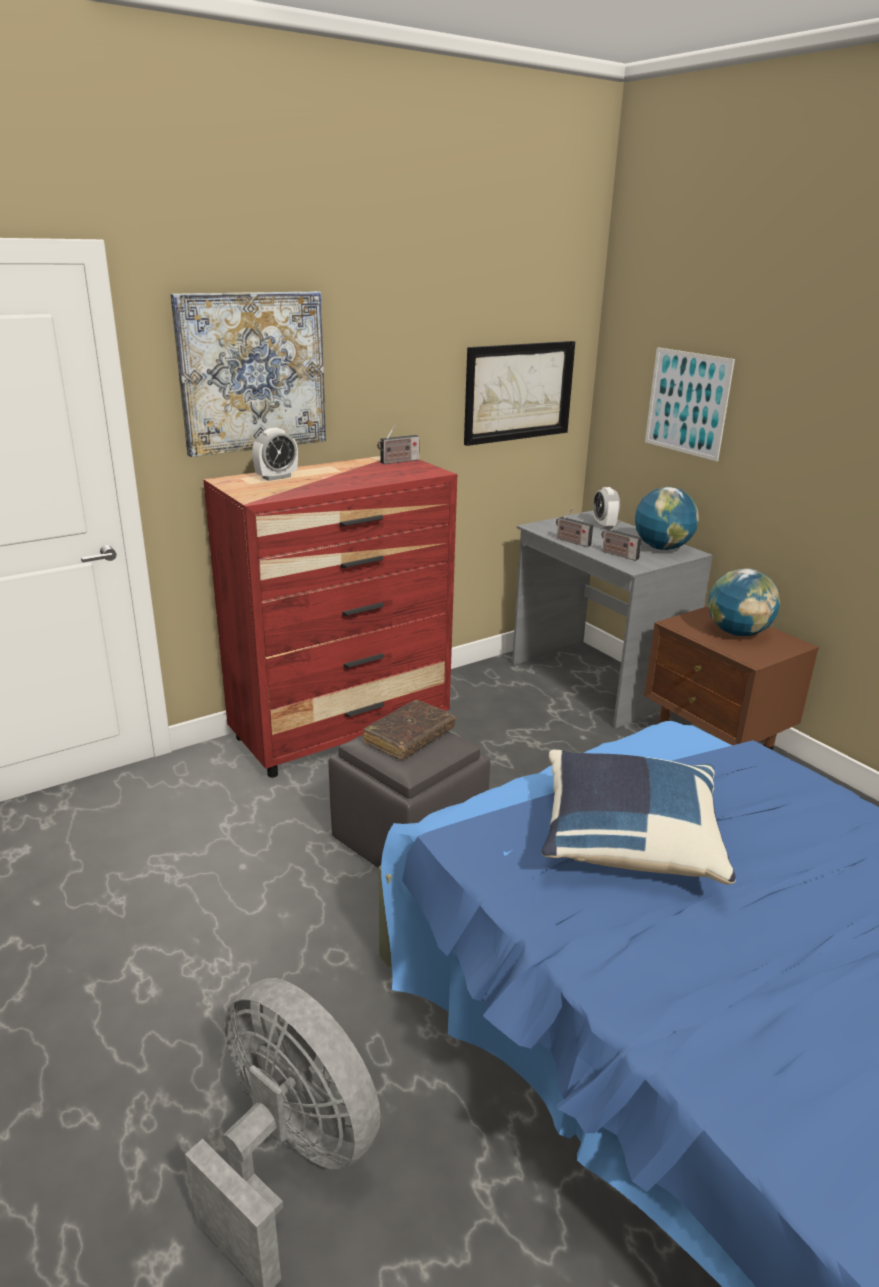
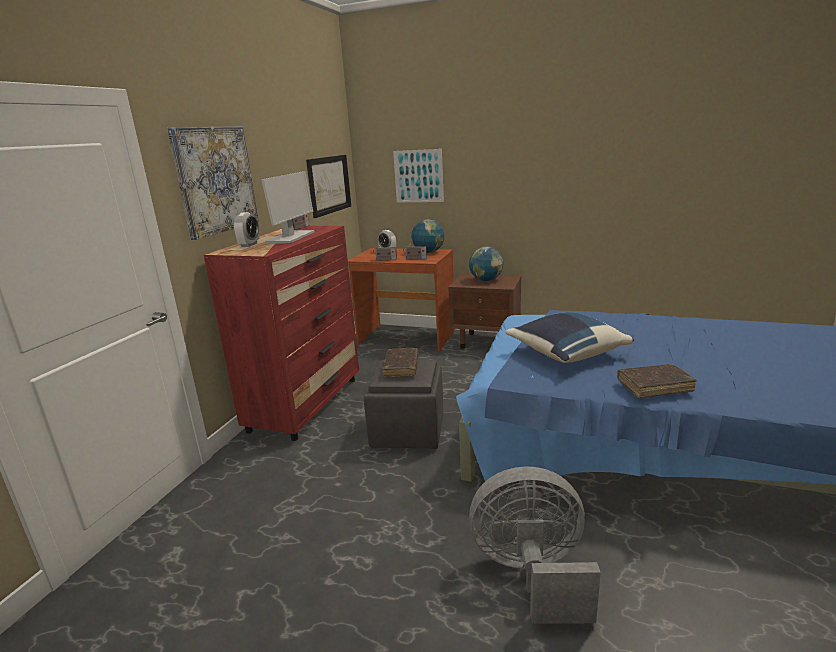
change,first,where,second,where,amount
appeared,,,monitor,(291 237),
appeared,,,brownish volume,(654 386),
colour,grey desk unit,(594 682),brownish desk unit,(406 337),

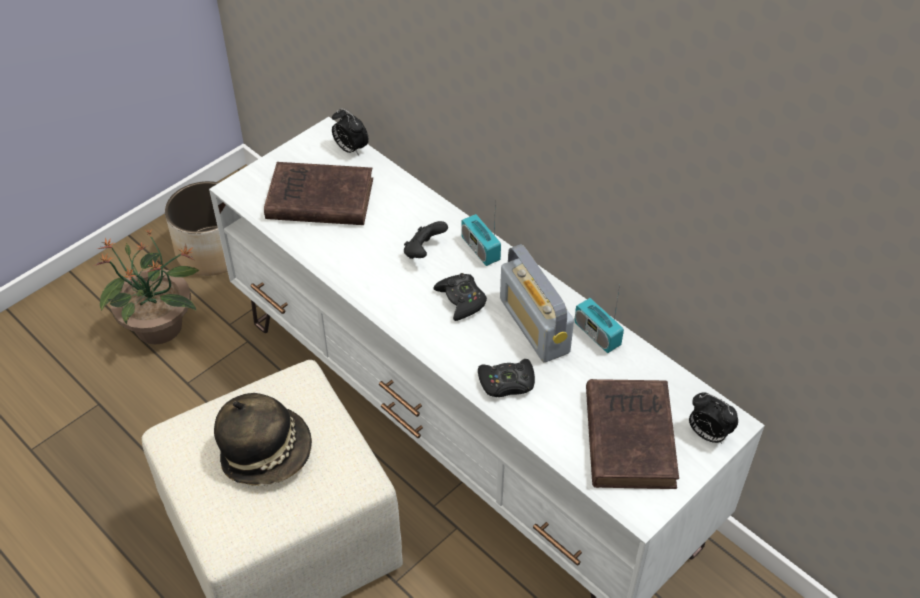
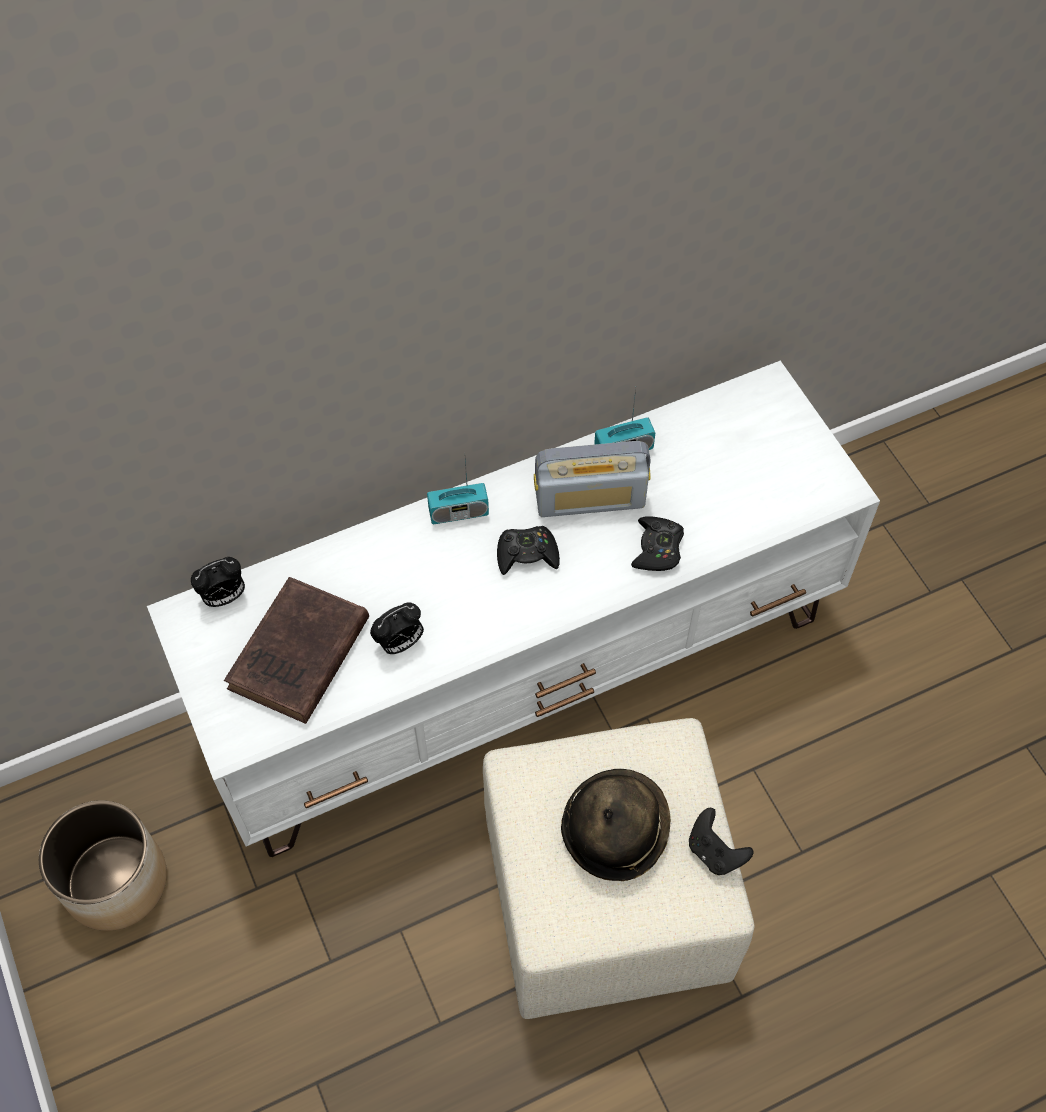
change,first,where,second,where,amount
missing,potted plant,(160 327),,,
missing,brownish volume,(629 435),,,
relocated,black-coloured gamepad,(424 251),,(714 851),
relocated,bedside clock,(707 434),,(400 643),

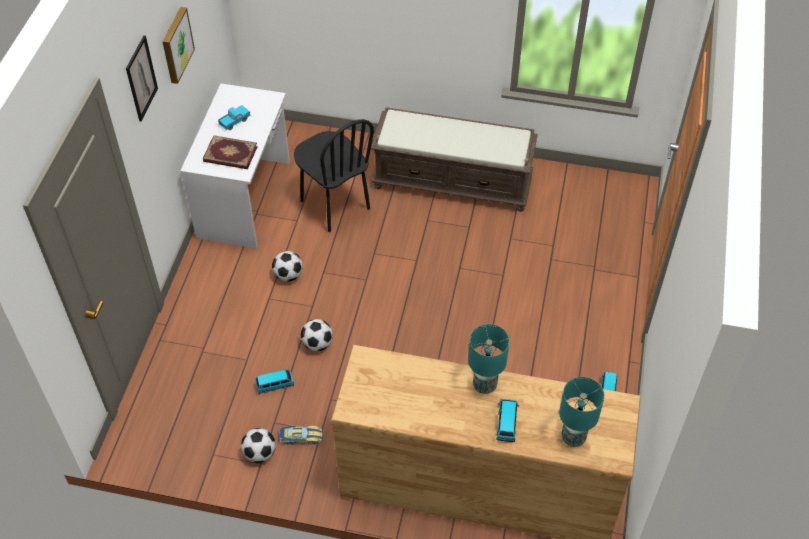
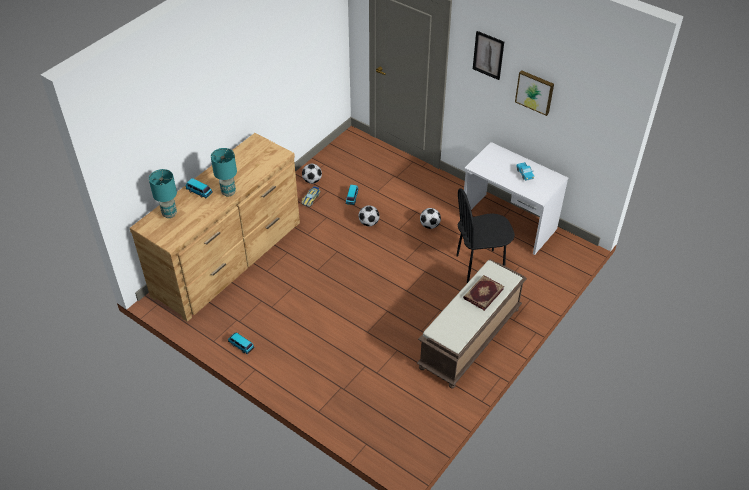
change,first,where,second,where,amount
relocated,volume,(230 155),,(483 293),

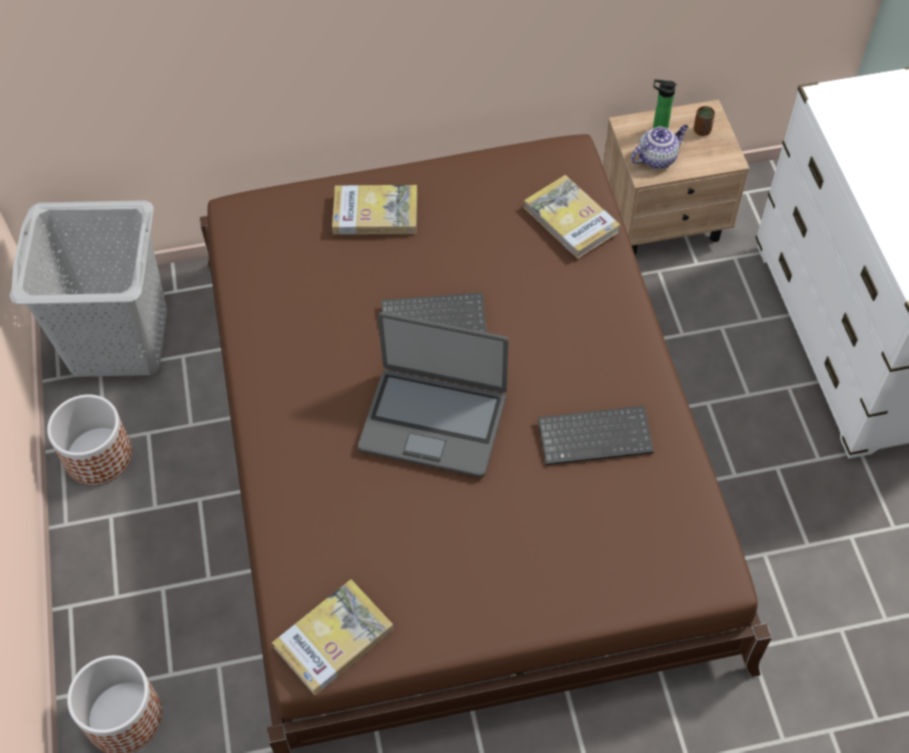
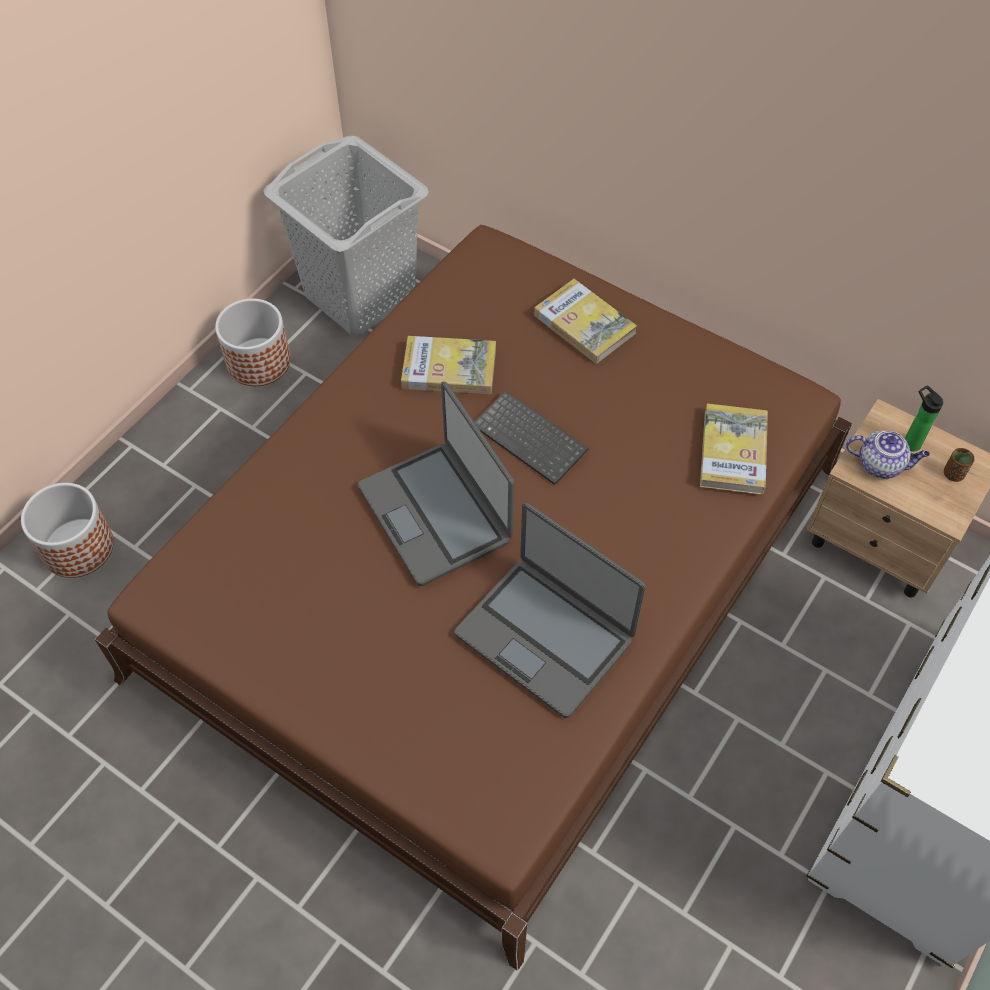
change,first,where,second,where,amount
relocated,volume,(334 638),,(449 368),
exchanged,computer keyboard,(596 435),portable computer,(545 636),

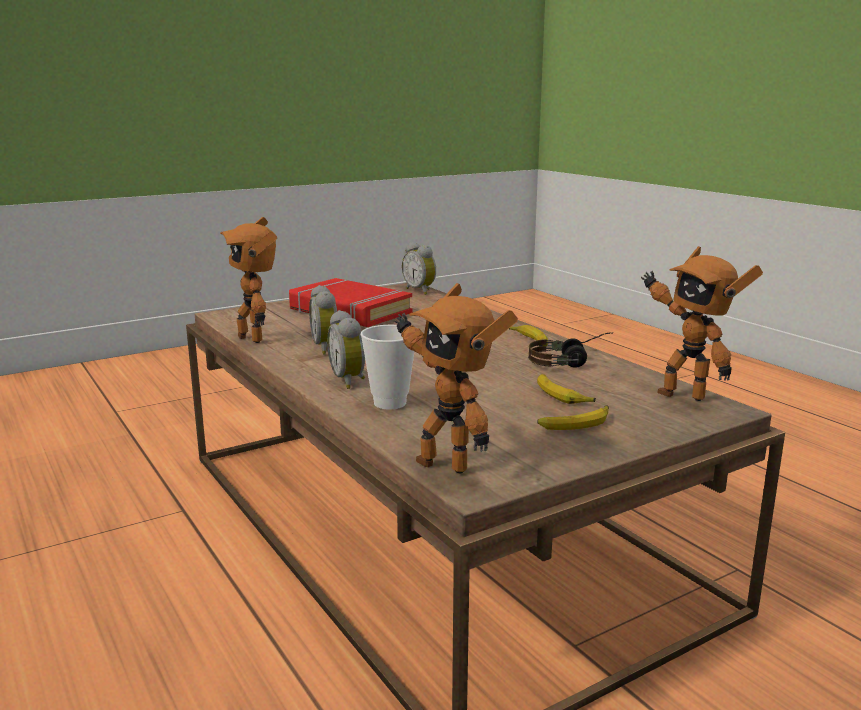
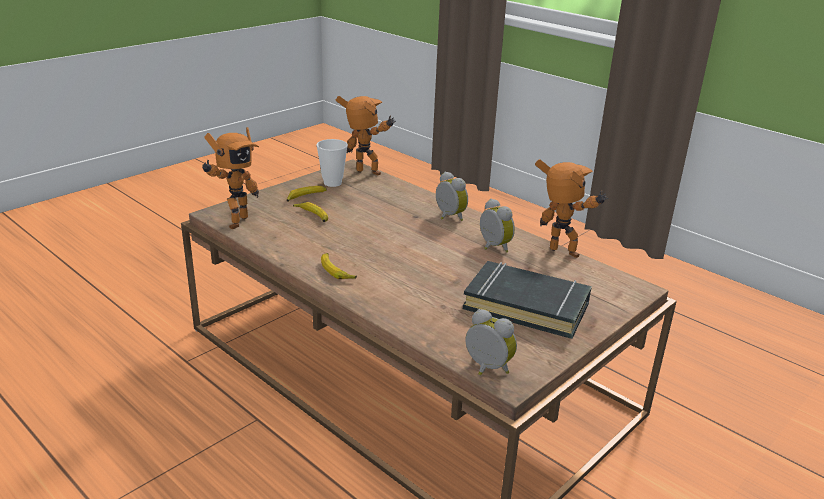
change,first,where,second,where,amount
missing,pair of headphones,(571 362),,,
relocated,small cup,(390 403),,(332 183),
colour,red-coloured volume,(349 311),black-coloured volume,(526 306),
spun,model robot,(682 394),,(234 222),90 degrees clockwise

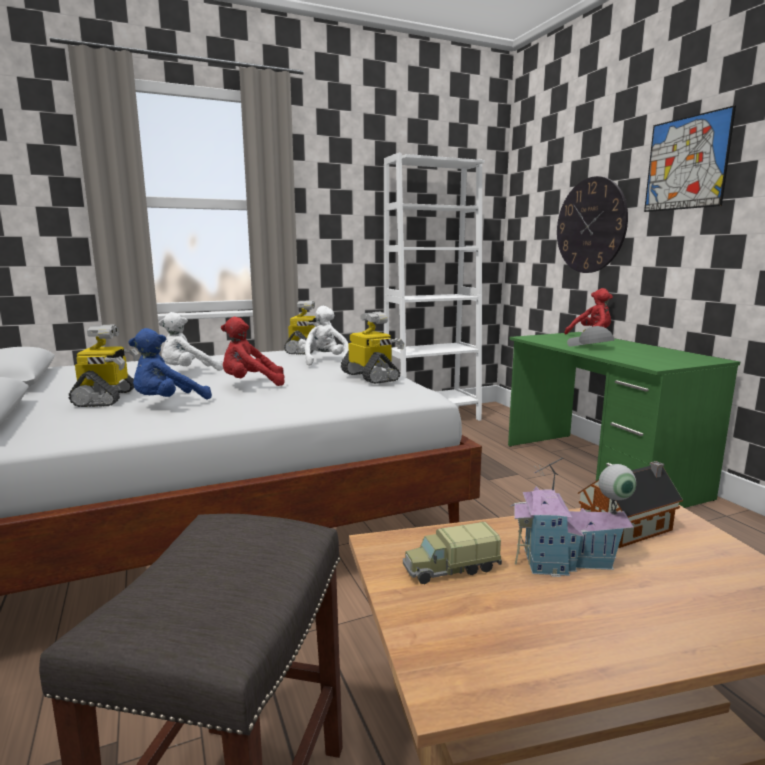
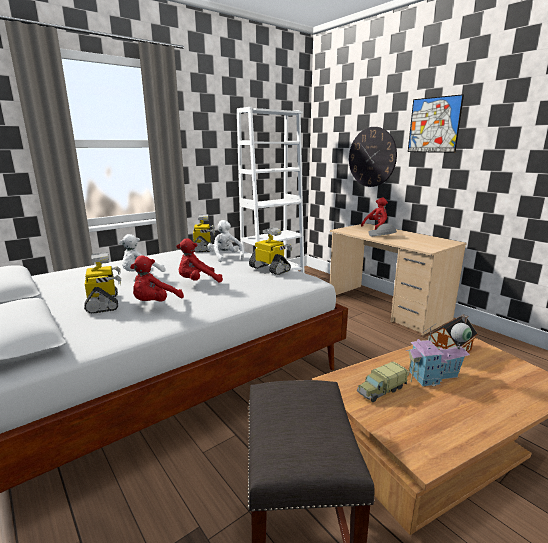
change,first,where,second,where,amount
colour,bluish cuddly toy,(168 403),red-coloured cuddly toy,(155 303),
colour,green-coloured desk unit,(599 470),sand-coloured desk unit,(386 307),

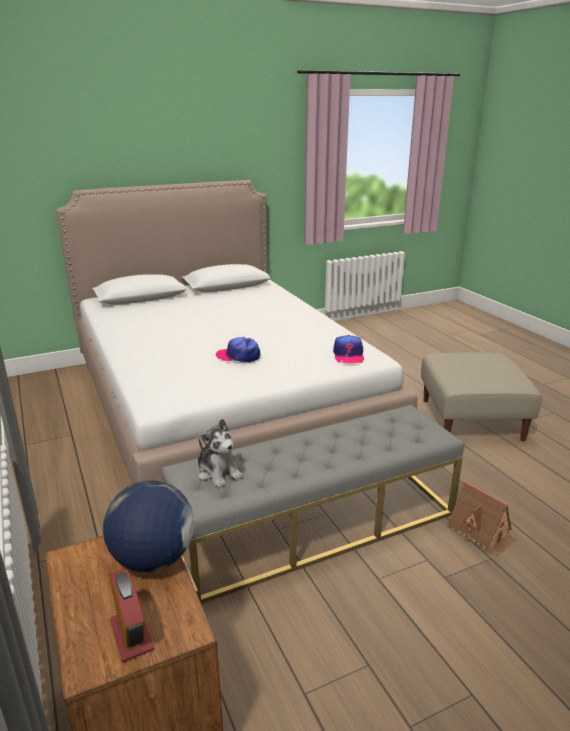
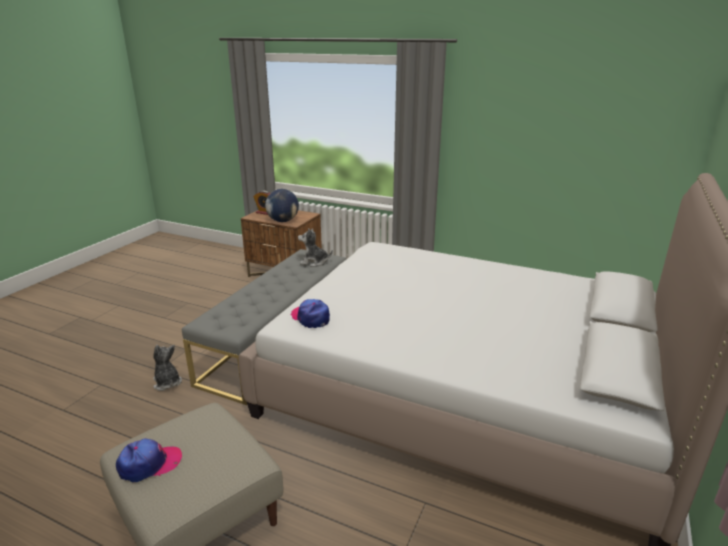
change,first,where,second,where,amount
relocated,peaked cap,(238 356),,(149 464),
exchanged,toy house,(481 532),cuddly toy,(167 383),

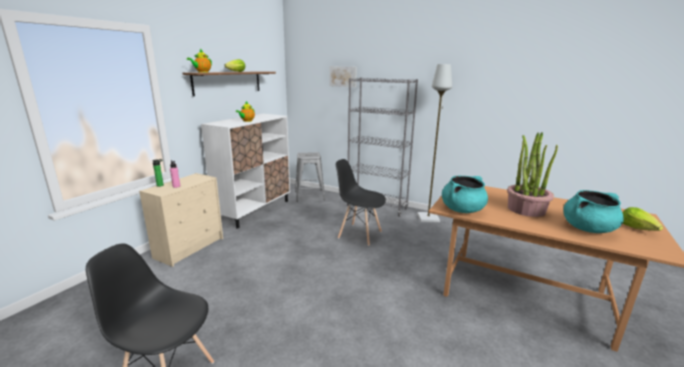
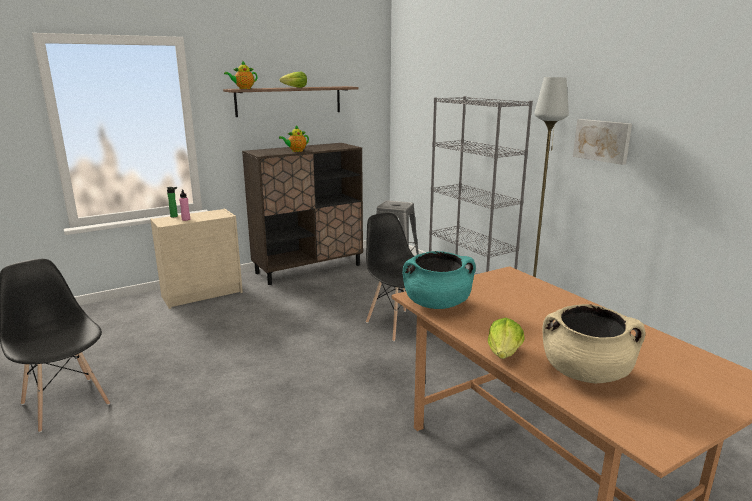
change,first,where,second,where,amount
missing,potted plant,(526 209),,,
relocated,picture,(343 76),,(602 140),
relocated,lettuce head,(638 228),,(504 354),
colour,white cupboard,(254 210),brownish cupboard,(309 269),
colour,turquoise stockpot,(588 229),sand-coloured stockpot,(585 373),

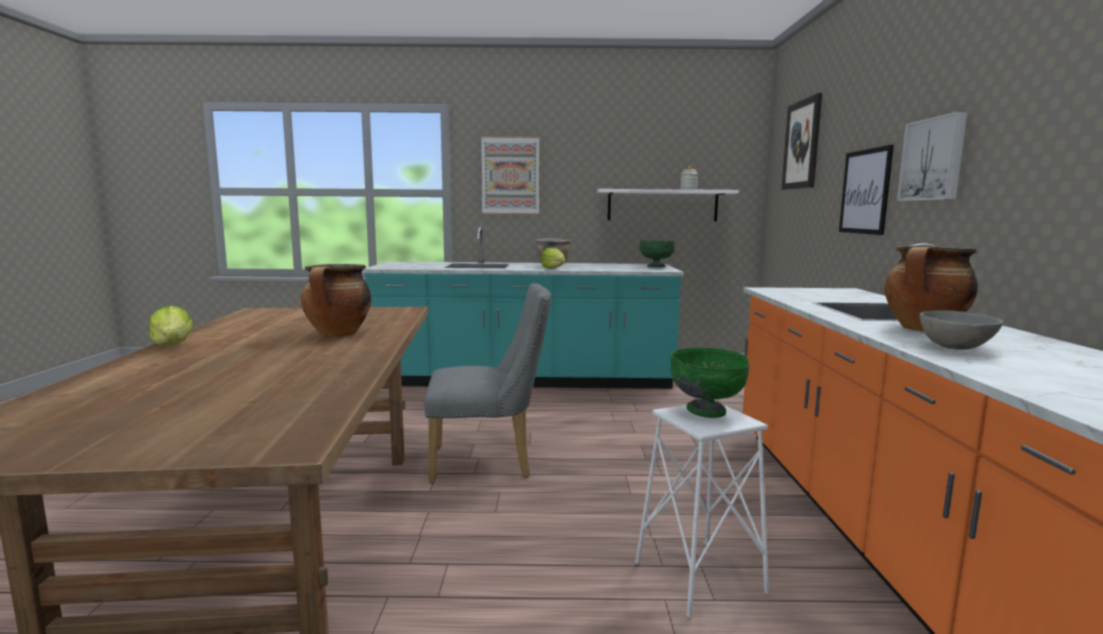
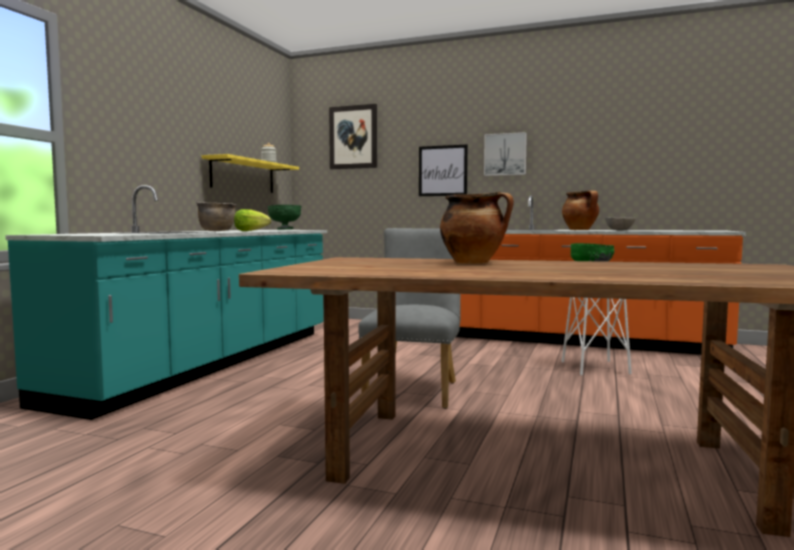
change,first,where,second,where,amount
missing,lettuce head,(173 346),,,
missing,picture,(510 175),,,
colour,white bracket shelf,(662 205),yellow bracket shelf,(243 176),

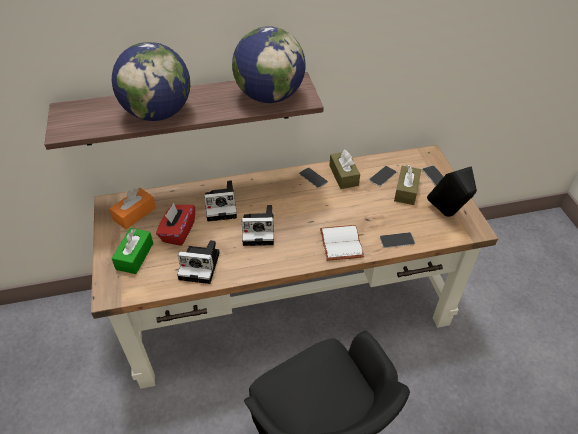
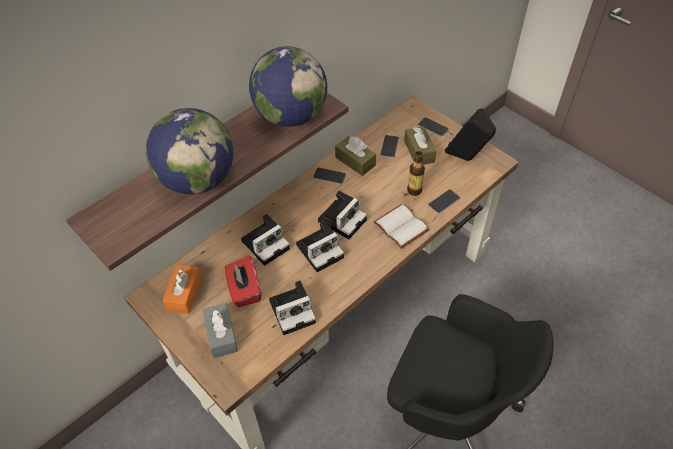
change,first,where,second,where,amount
appeared,,,photo camera,(342 219),
appeared,,,bottle,(414 190),
colour,green-coloured box of tissues,(135 256),grey box of tissues,(221 335),

